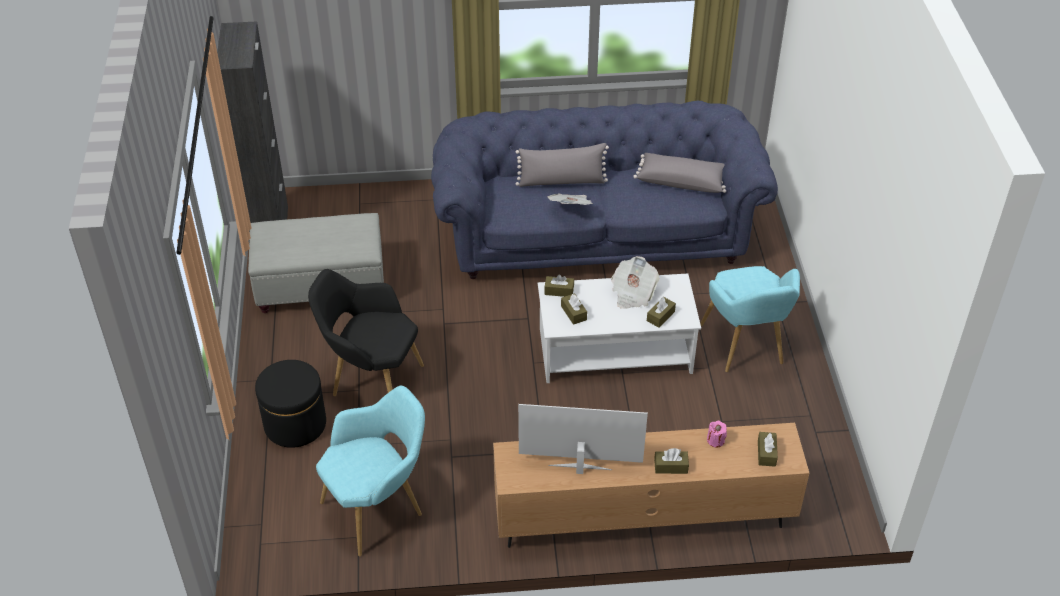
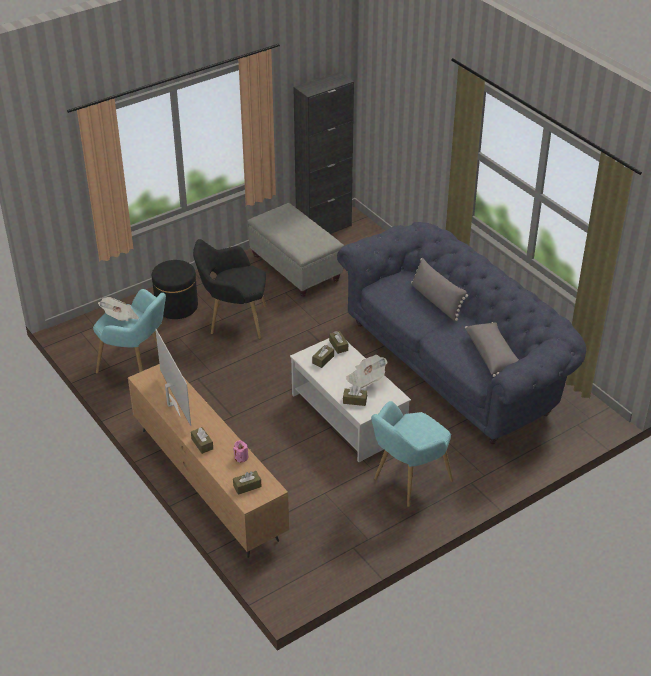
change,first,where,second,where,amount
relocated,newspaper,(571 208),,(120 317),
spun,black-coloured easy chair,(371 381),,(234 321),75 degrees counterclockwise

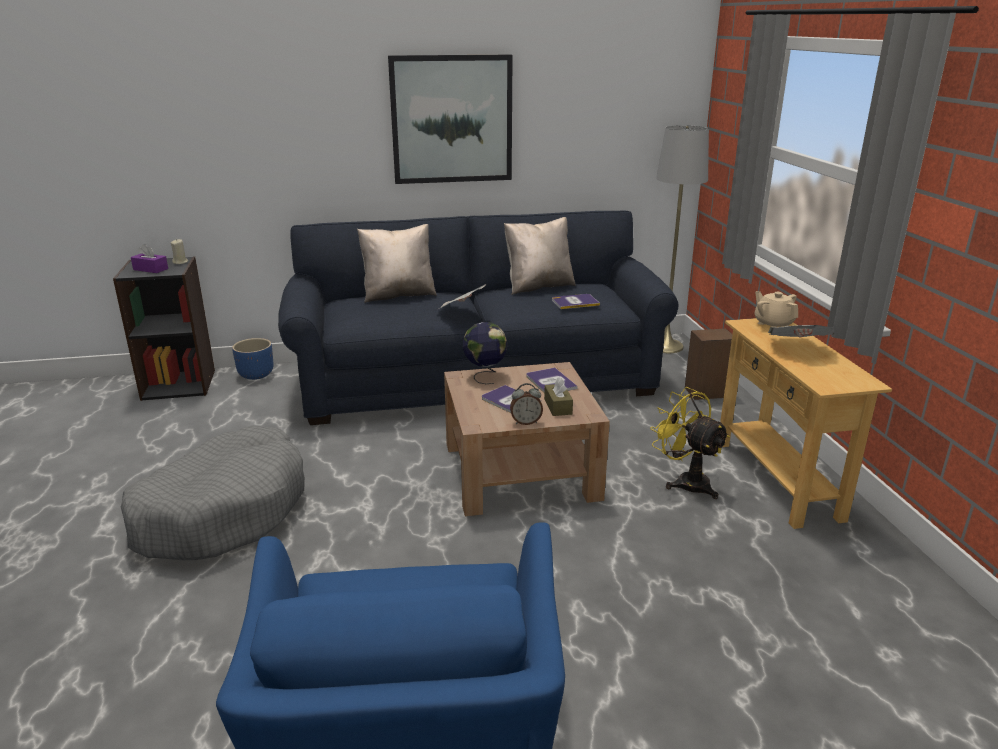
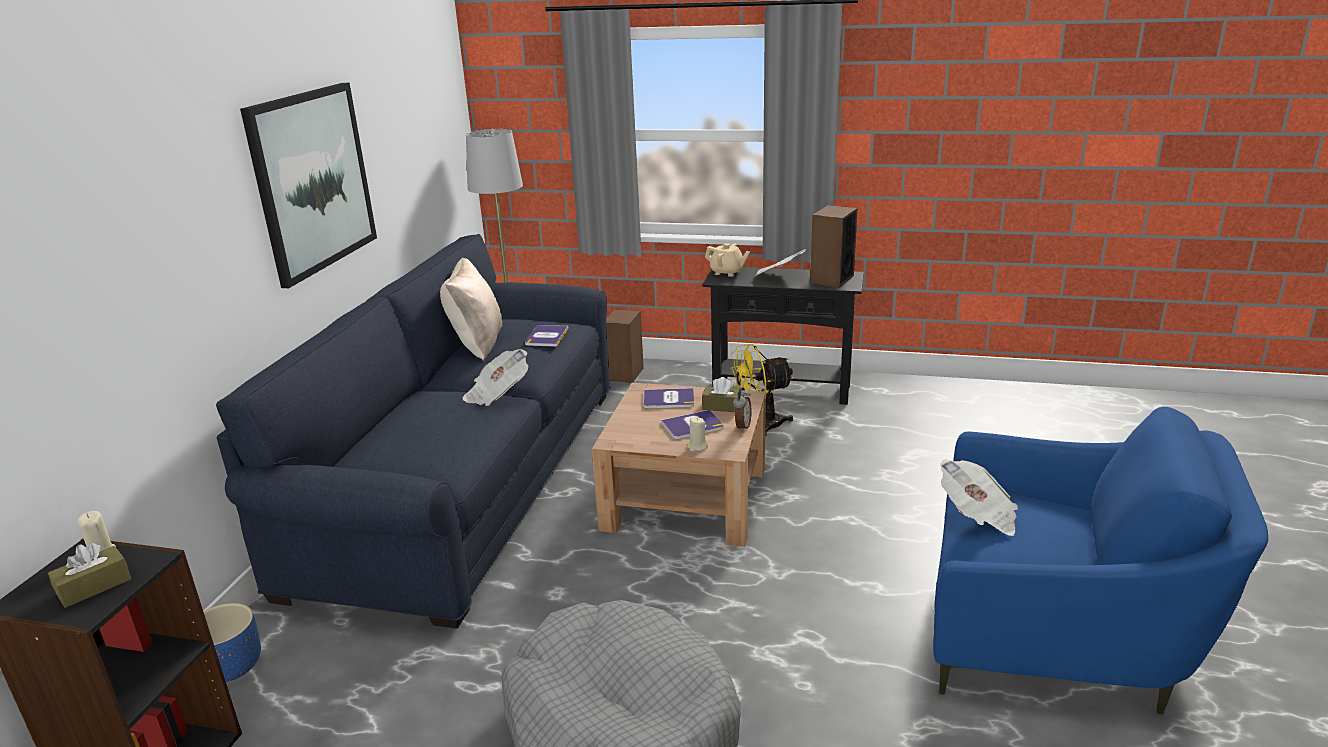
change,first,where,second,where,amount
missing,sand-coloured throw pillow,(398 295),,,
missing,world globe,(485 376),,,
appeared,,,sand-coloured candle,(697 447),
appeared,,,audio speaker,(831 279),
appeared,,,newspaper,(978 515),
colour,purple box of tissues,(150 269),brownish box of tissues,(94 586),
colour,sand-coloured console table,(777 479),black-coloured console table,(781 389),
spun,sand-coloured tea pot,(773 324),,(727 272),150 degrees counterclockwise

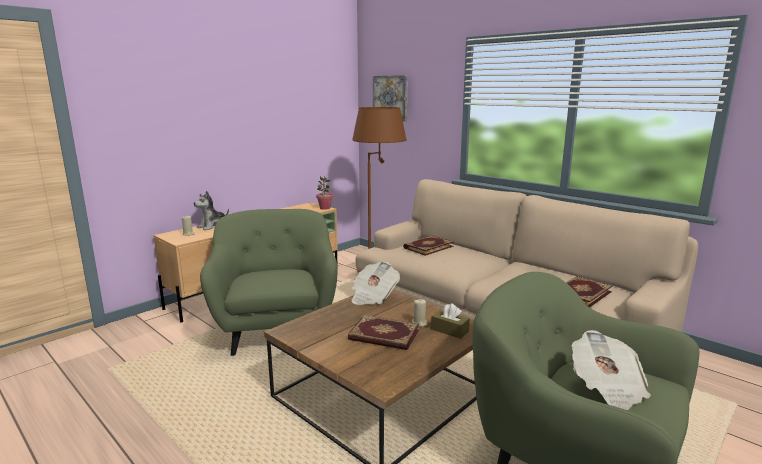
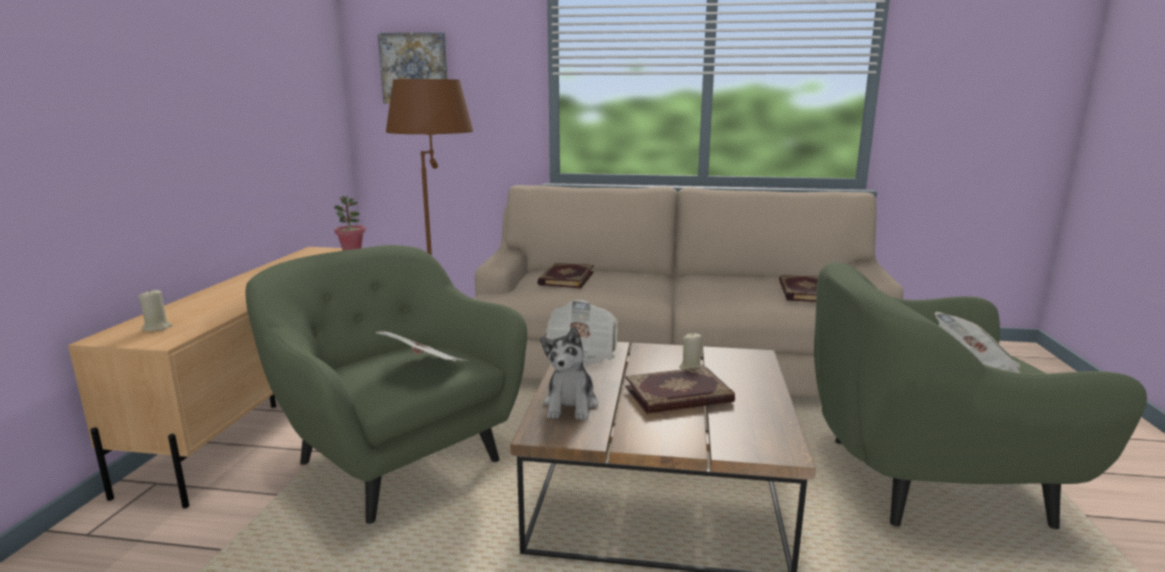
change,first,where,second,where,amount
missing,brownish box of tissues,(449 330),,,
appeared,,,newspaper,(424 368),
relocated,cuddly toy,(213 226),,(571 405),

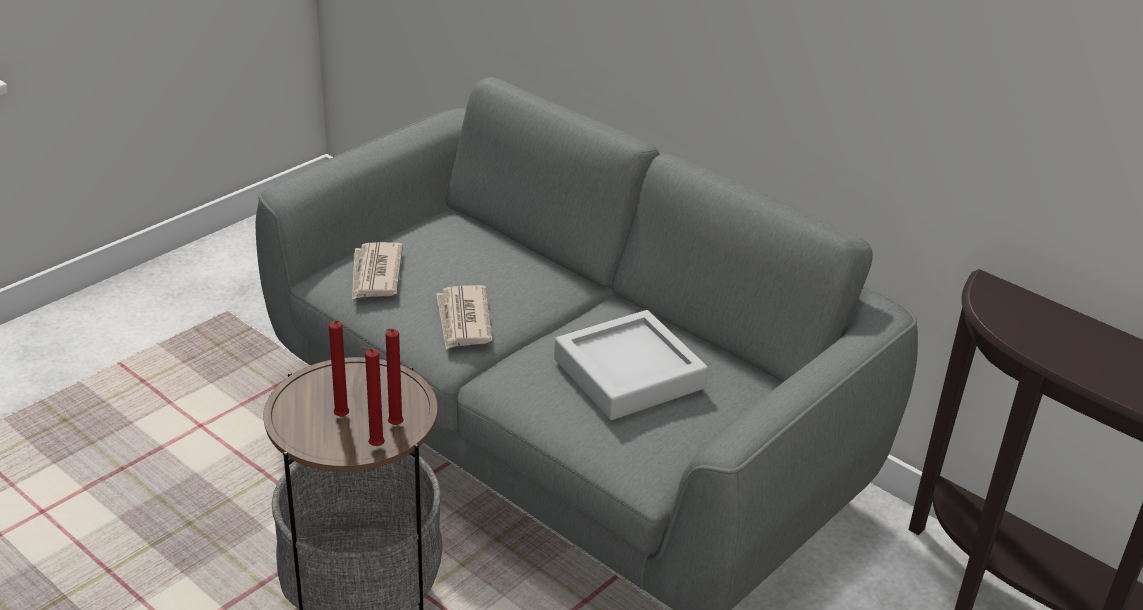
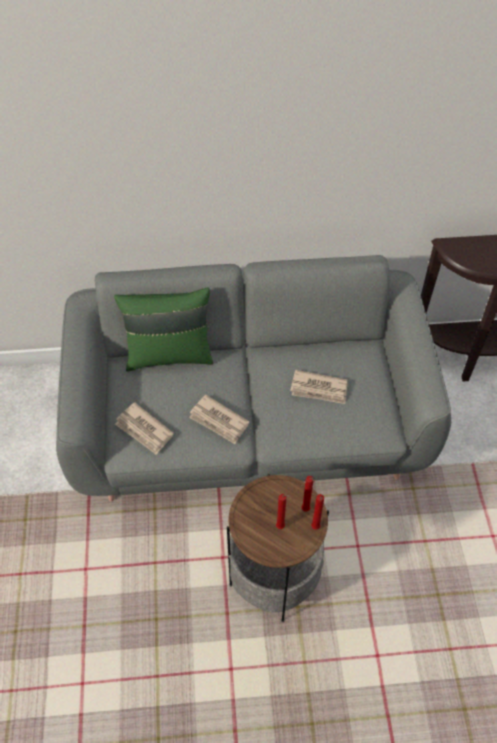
change,first,where,second,where,amount
appeared,,,green-coloured throw pillow,(169 355),
exchanged,grey tray,(628 374),newspaper,(319 389),

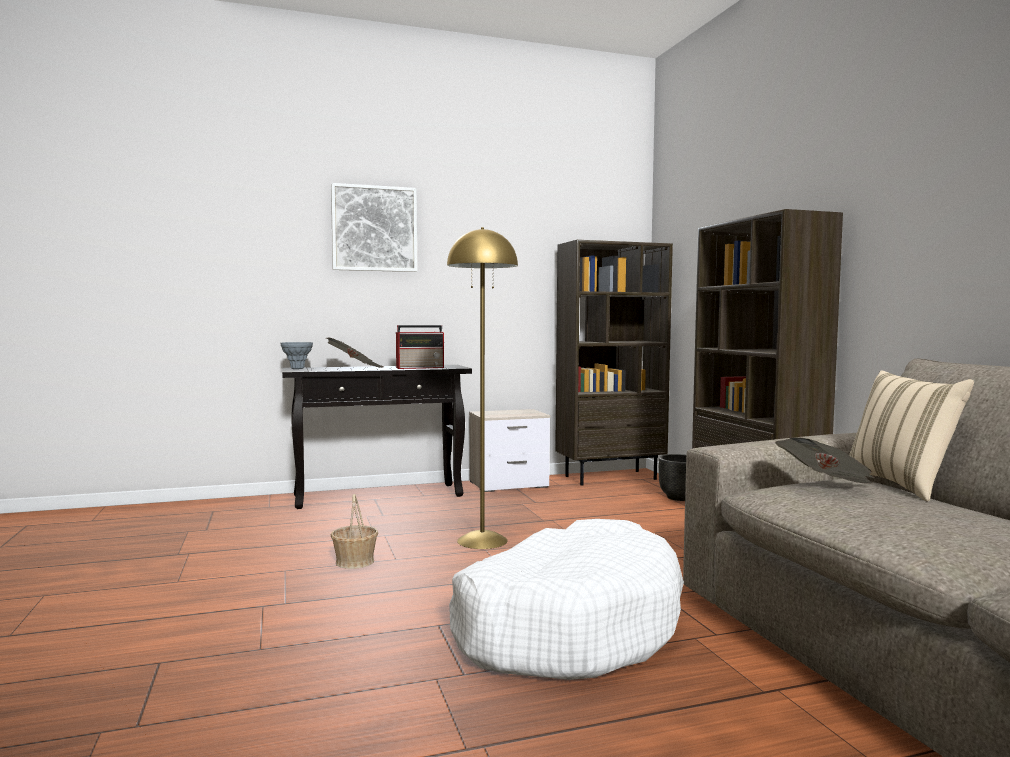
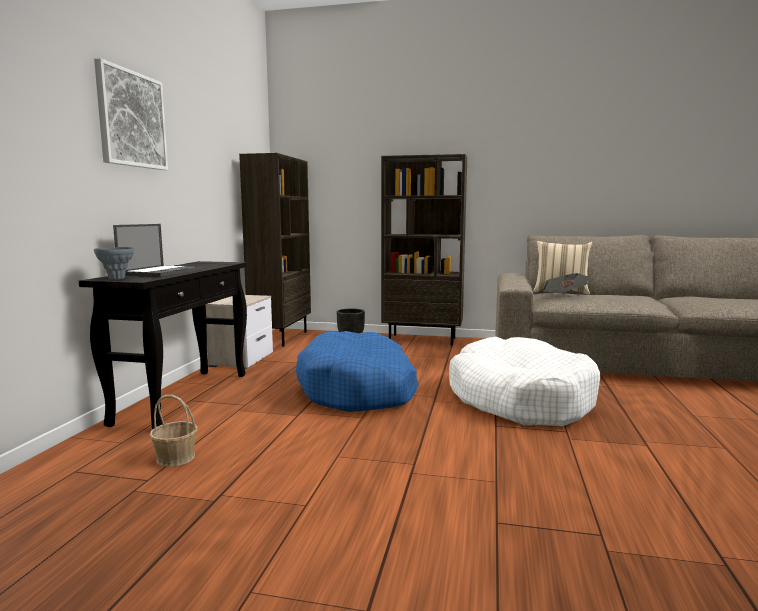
change,first,where,second,where,amount
missing,radio receiver,(421 367),,,
relocated,household basket,(354 562),,(176 458),
exchanged,newspaper,(355 368),portable computer,(162 272),
exchanged,yellow standing lamp,(482 540),bluish dog bed,(358 389),

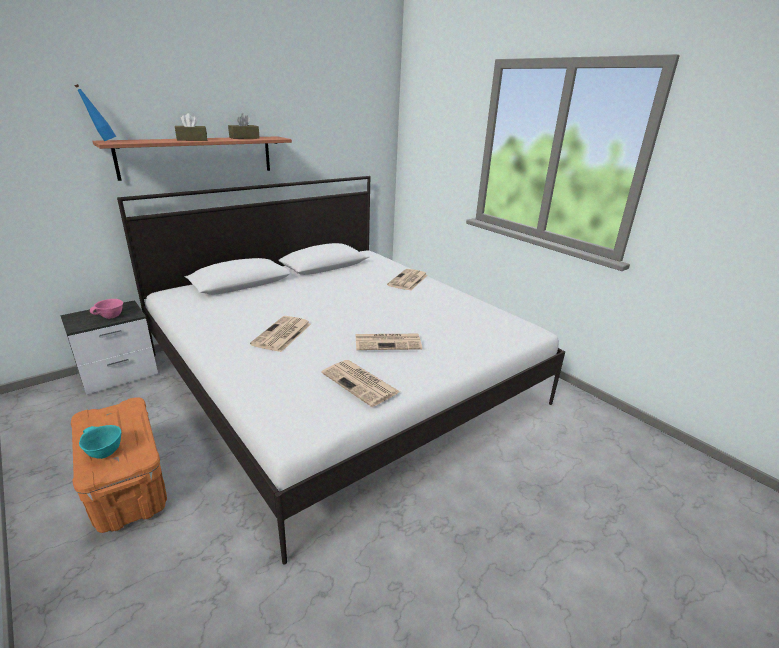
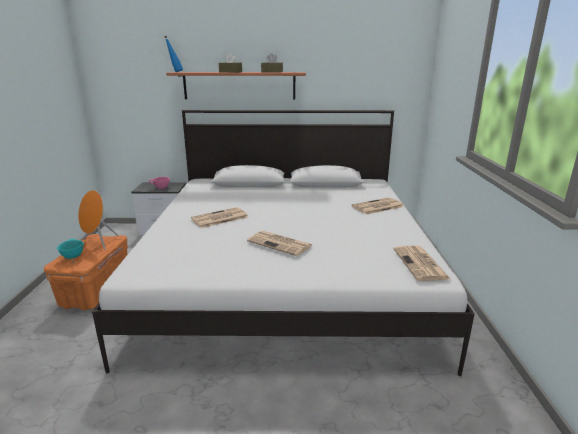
change,first,where,second,where,amount
appeared,,,orangey audio speaker,(98 243),
relocated,newspaper,(361 383),,(421 264),

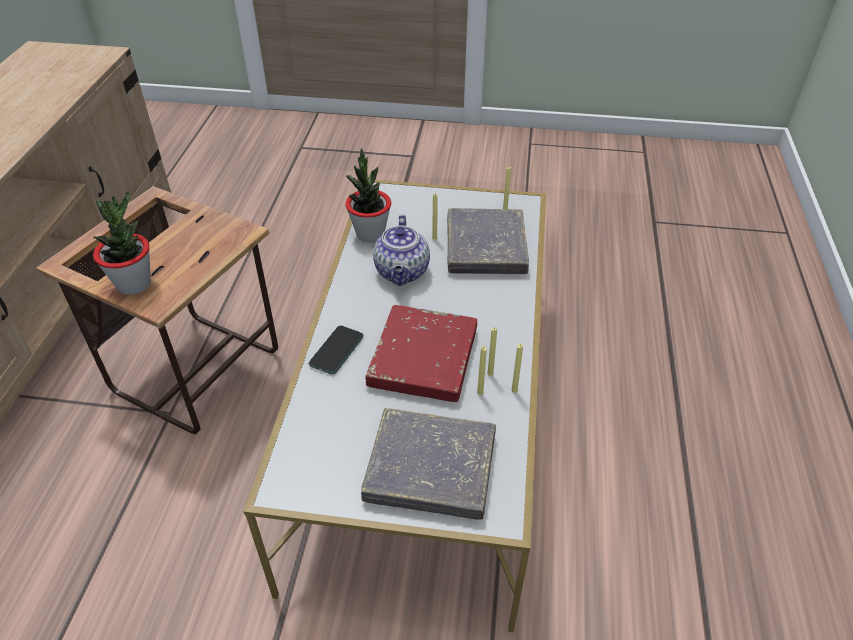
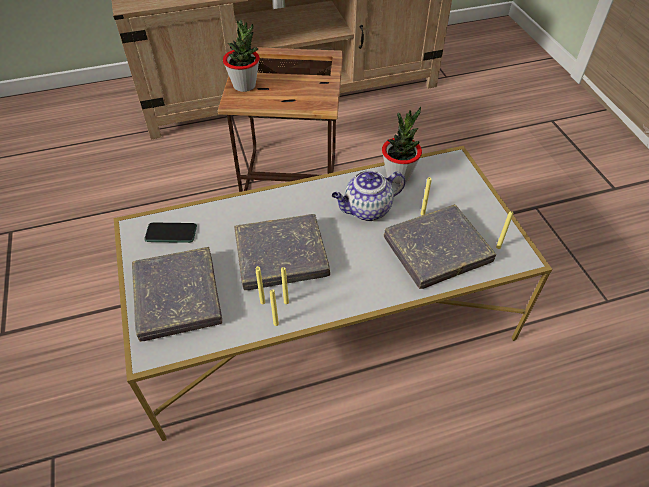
change,first,where,second,where,amount
relocated,phone,(336 350),,(171 233),
colour,red-coloured volume,(423 358),grey volume,(281 256),

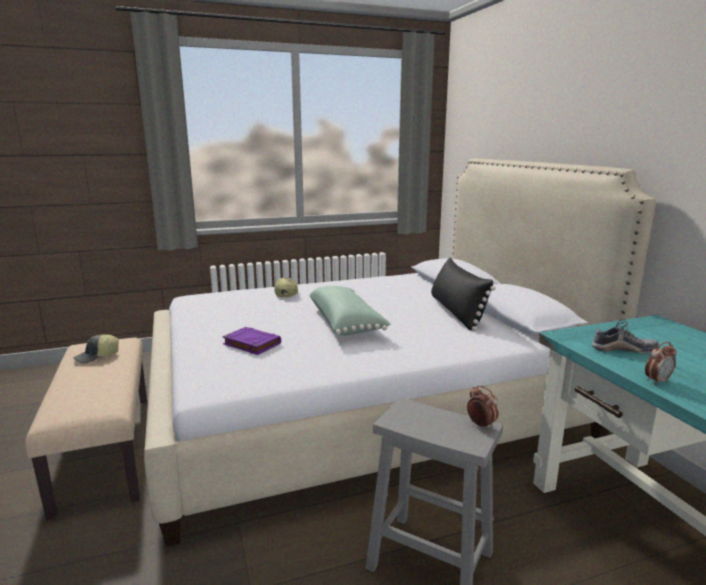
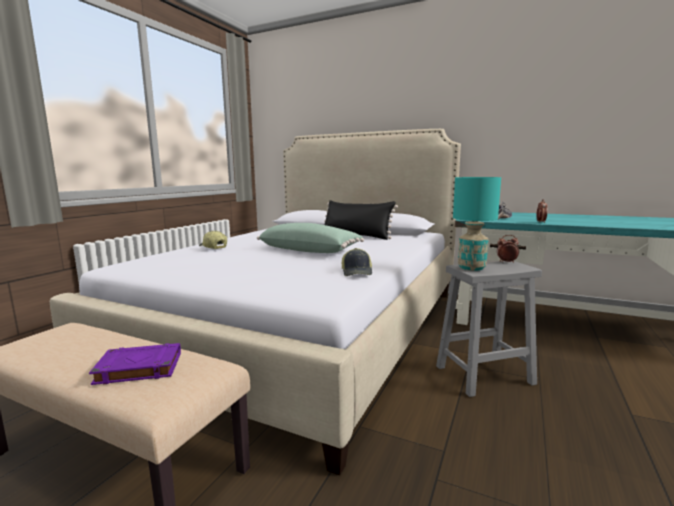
change,first,where,second,where,amount
appeared,,,turquoise table lamp,(472 268),
relocated,peaked cap,(97 357),,(357 272),
relocated,purple volume,(251 344),,(138 368),

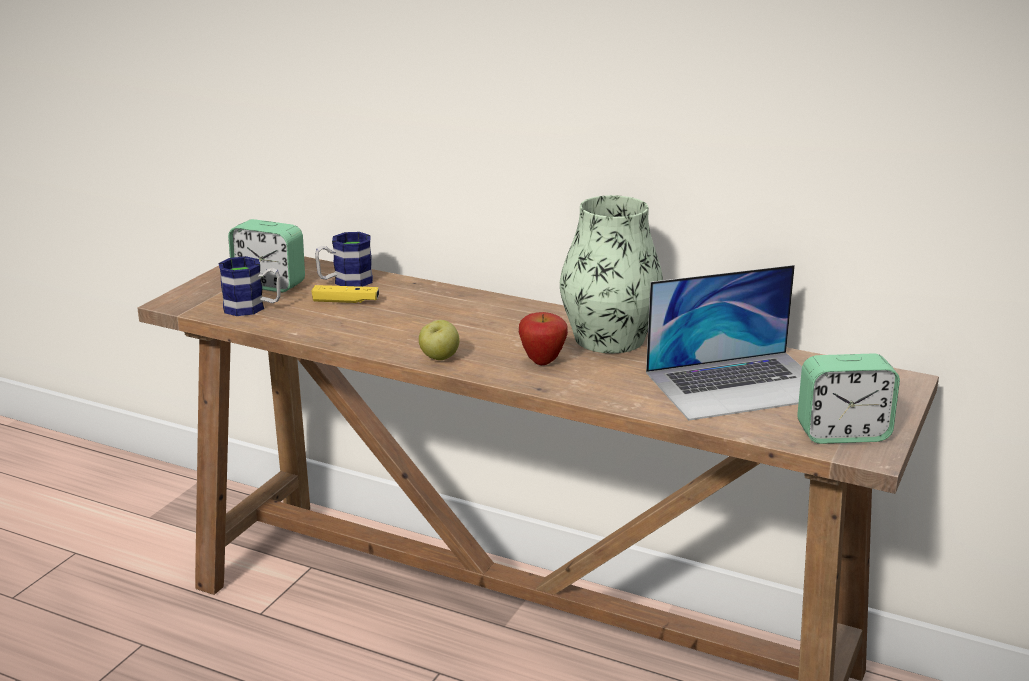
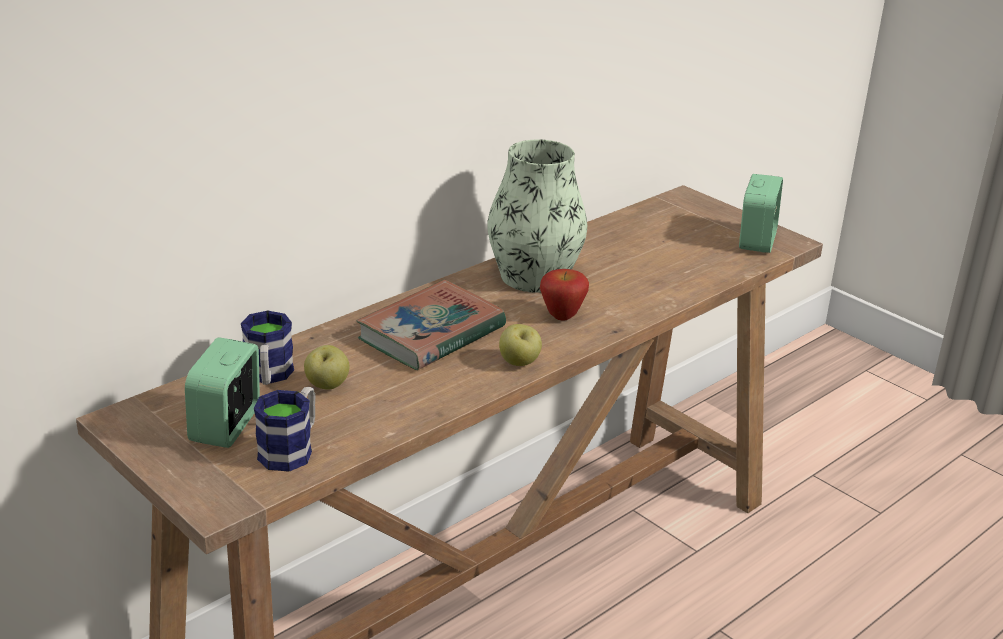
change,first,where,second,where,amount
missing,portable computer,(739 384),,,
appeared,,,volume,(431 333),
exchanged,yellow gamepad,(345 301),apple,(327 386),
spun,bedside clock,(269 284),,(226 426),150 degrees clockwise

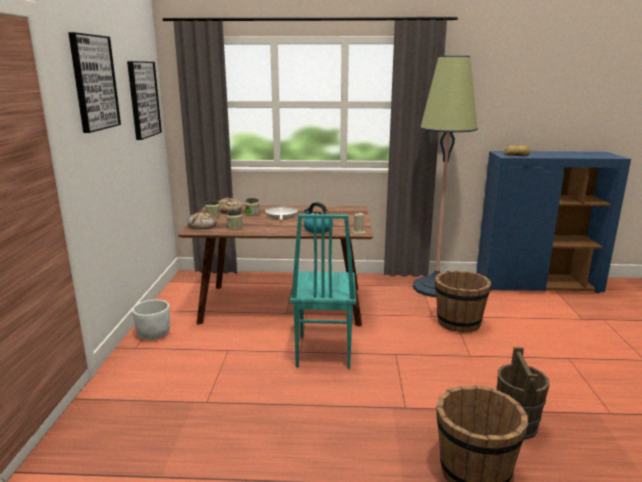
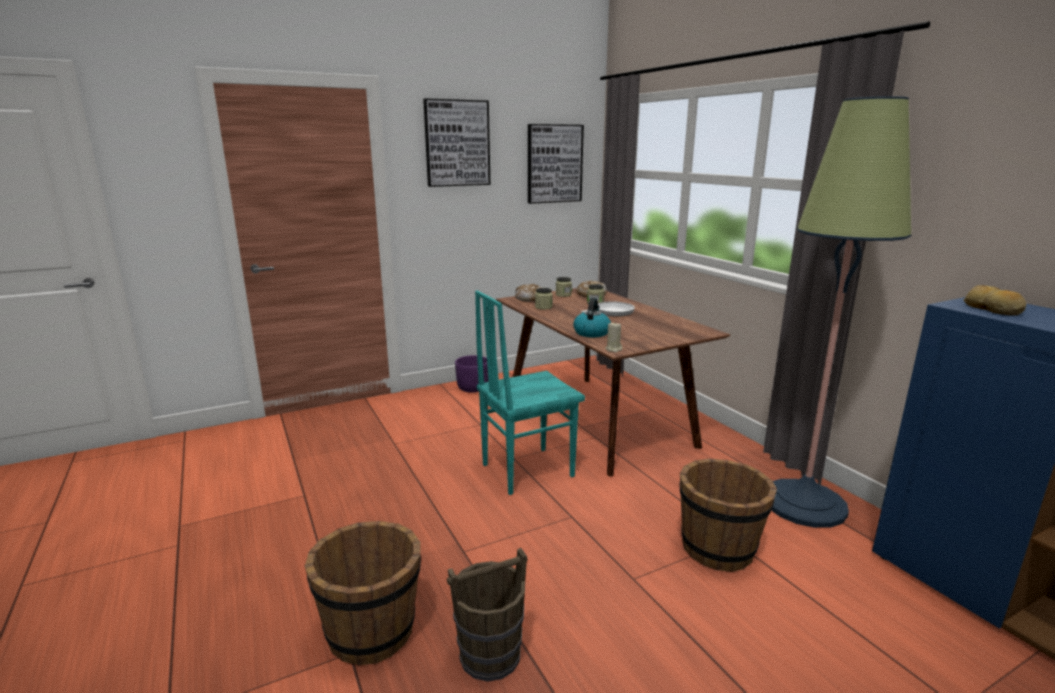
change,first,where,second,where,amount
colour,white planter,(154 334),purple planter,(473 388),

